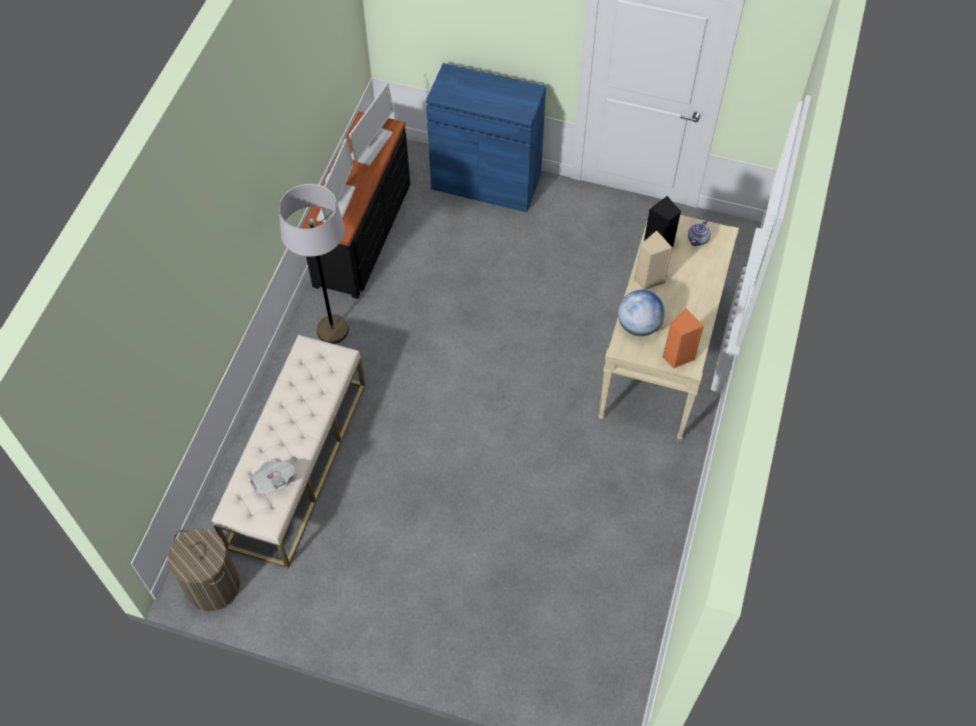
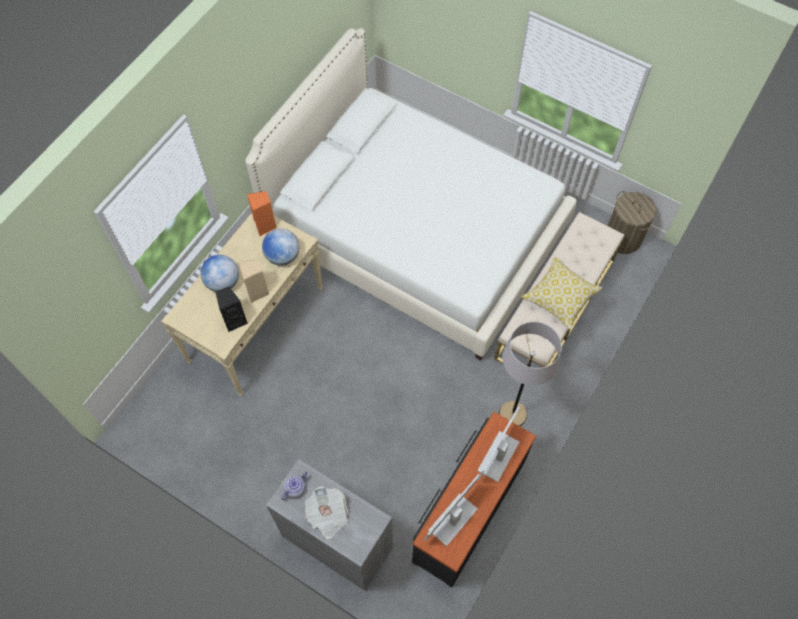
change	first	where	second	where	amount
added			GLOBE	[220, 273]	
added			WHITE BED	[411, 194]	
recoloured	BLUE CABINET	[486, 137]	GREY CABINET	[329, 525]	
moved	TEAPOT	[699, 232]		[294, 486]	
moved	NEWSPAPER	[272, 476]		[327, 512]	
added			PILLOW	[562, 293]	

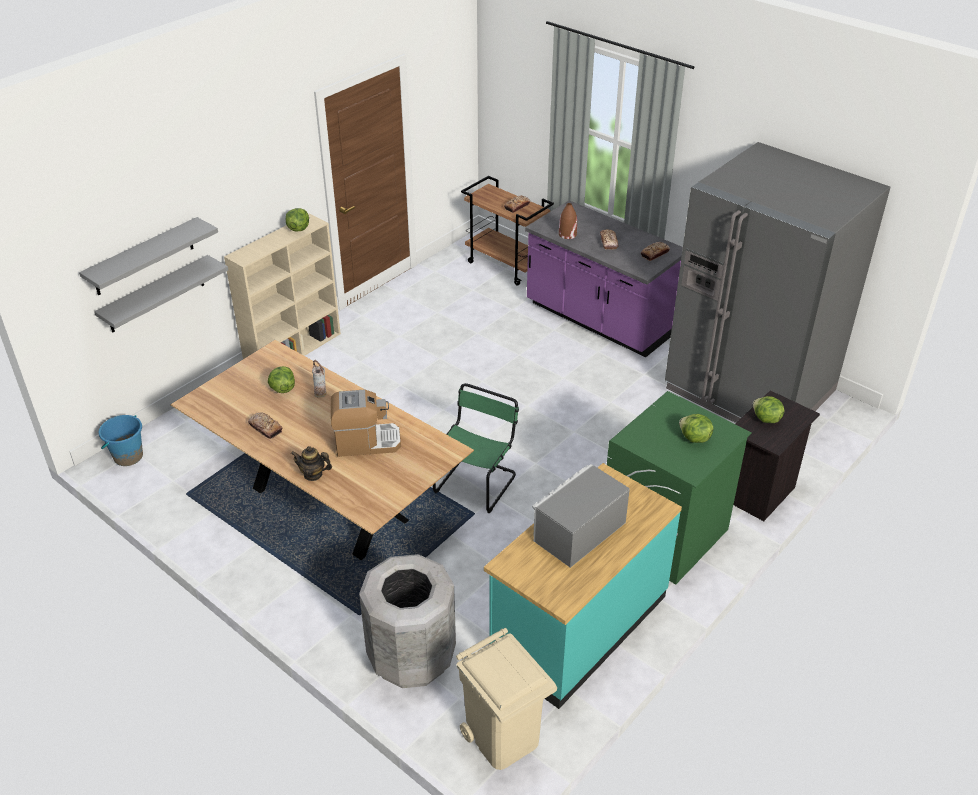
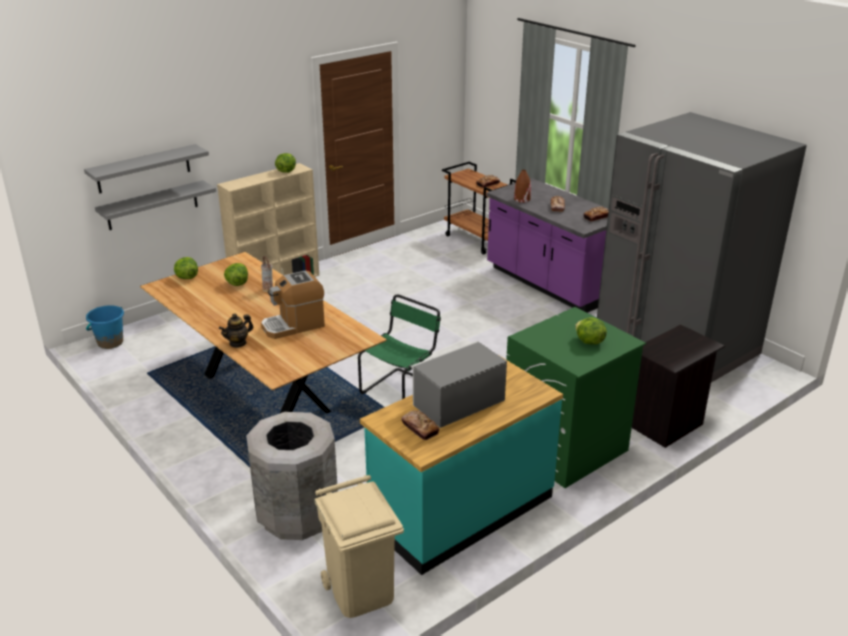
change	first	where	second	where	amount
moved	LETTUCE	[769, 409]		[186, 268]	
turned	TEAPOT	[311, 463]		[236, 331]	60 degrees counterclockwise
turned	COFFEE MACHINE	[366, 423]		[293, 304]	150 degrees clockwise
moved	BREAD	[265, 426]		[420, 425]	

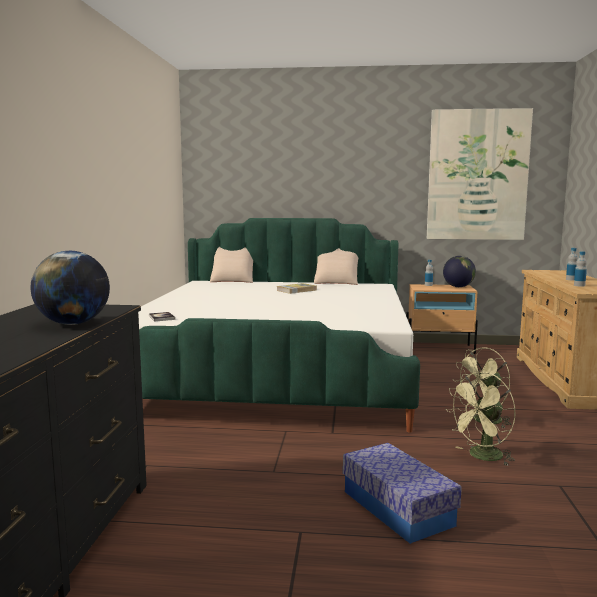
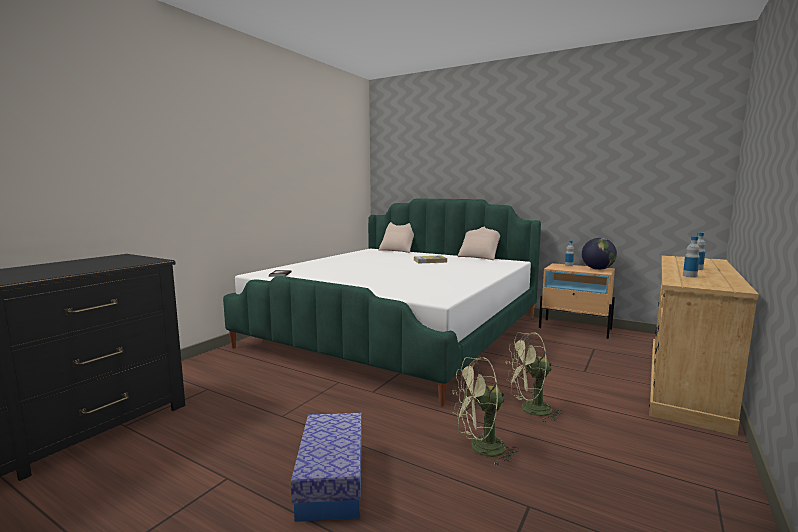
change	first	where	second	where	amount
removed	GLOBE	[70, 288]			
removed	PICTURE	[480, 174]			

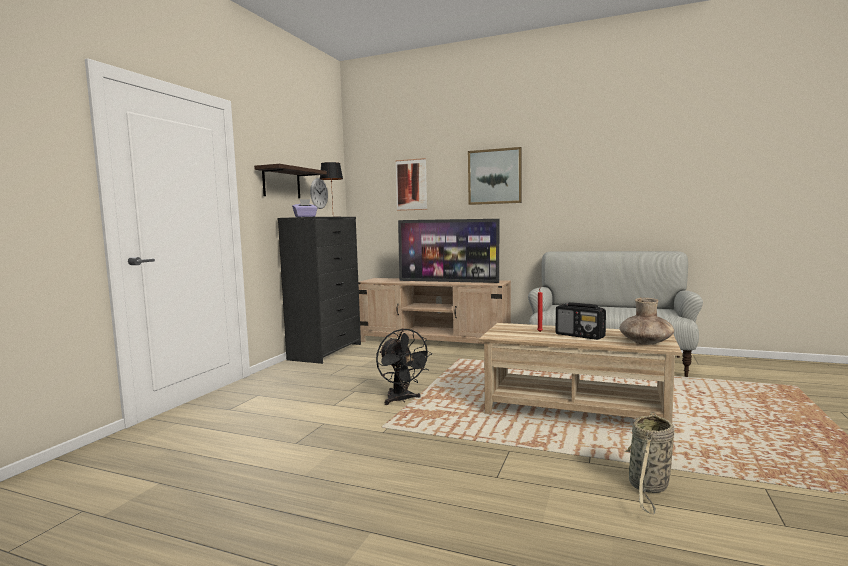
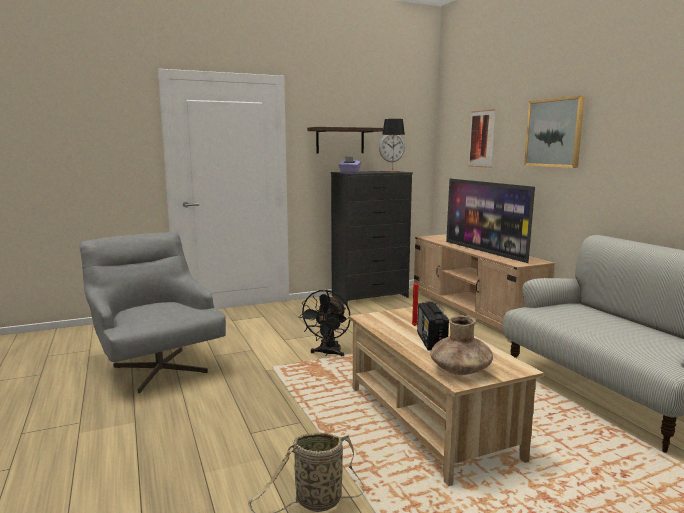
change	first	where	second	where	amount
added			GREY ARMCHAIR	[153, 312]	

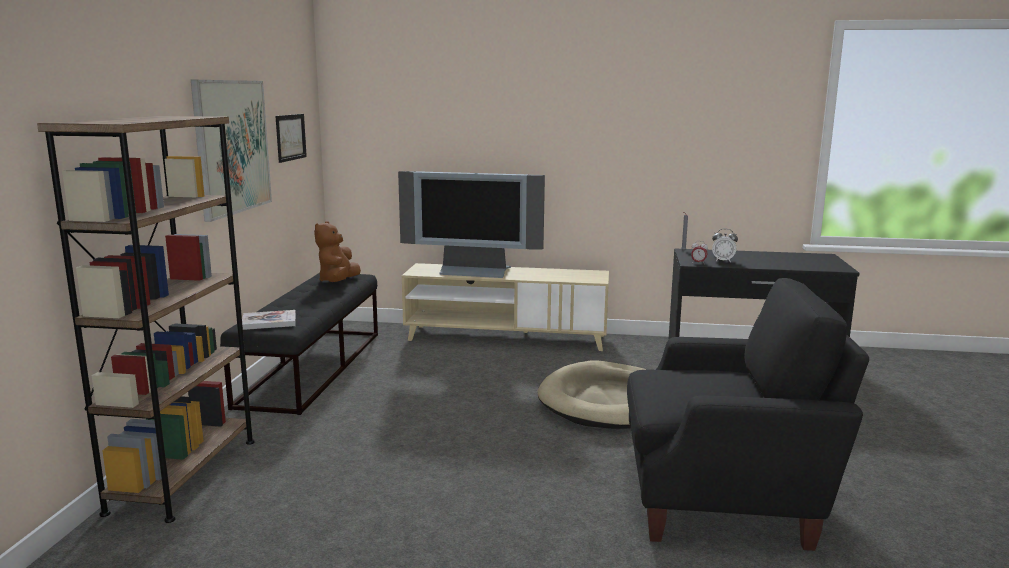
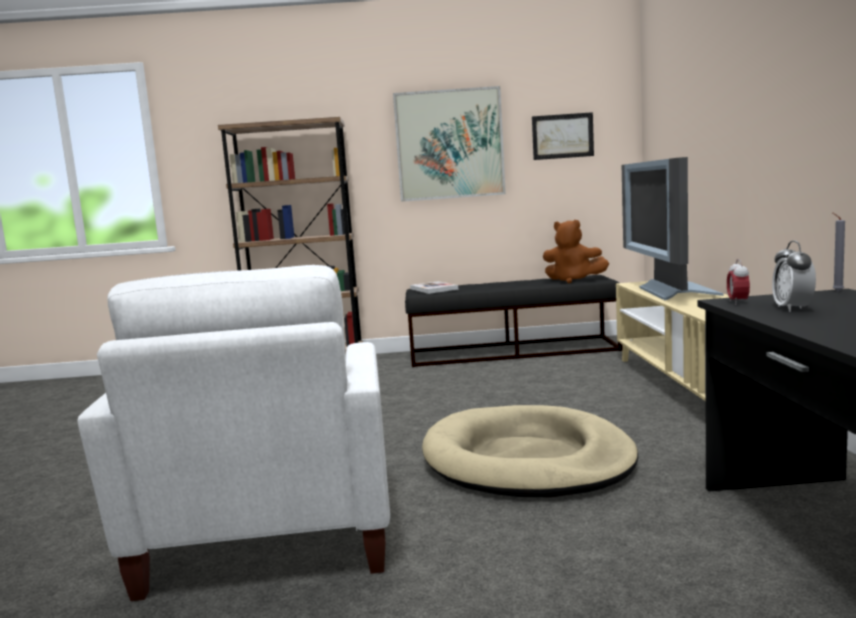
change	first	where	second	where	amount
recoloured	BLACK ARMCHAIR	[748, 414]	WHITE ARMCHAIR	[233, 433]	
turned	BROWN PLUSH TOY	[337, 251]		[576, 251]	150 degrees counterclockwise

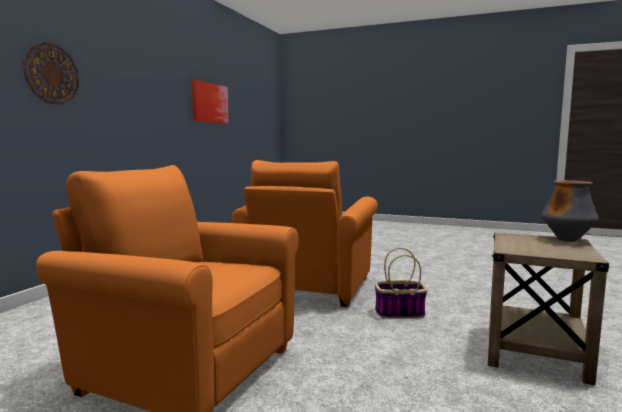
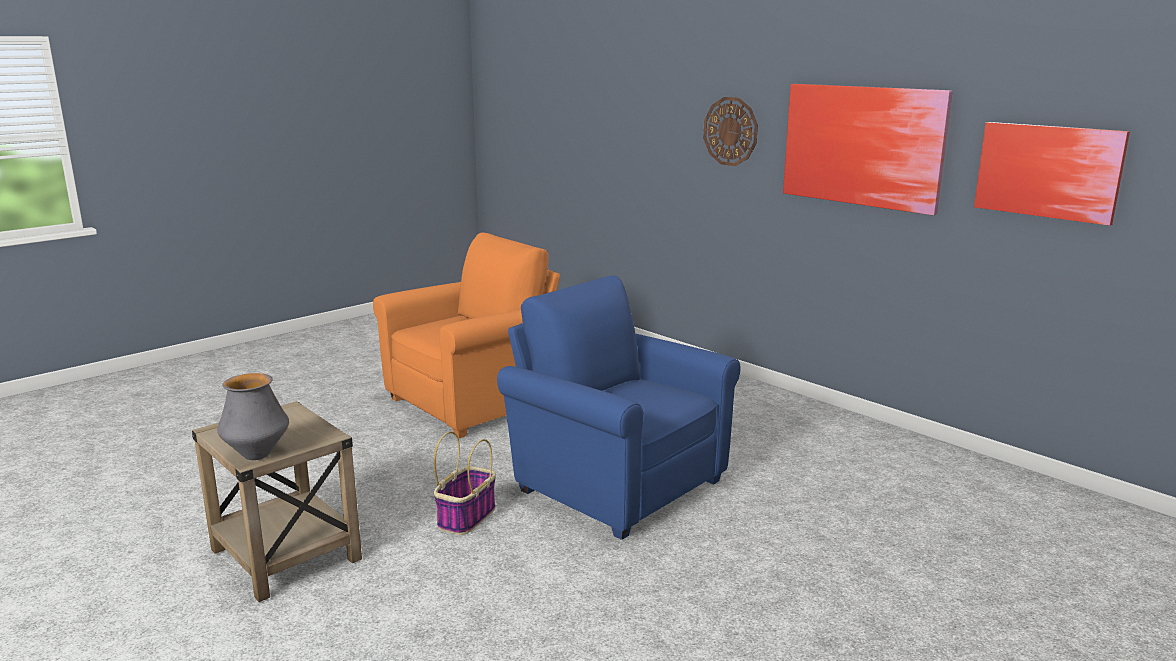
change	first	where	second	where	amount
recoloured	ORANGE ARMCHAIR	[304, 233]	BLUE ARMCHAIR	[619, 407]	
added			PICTURE	[868, 149]	

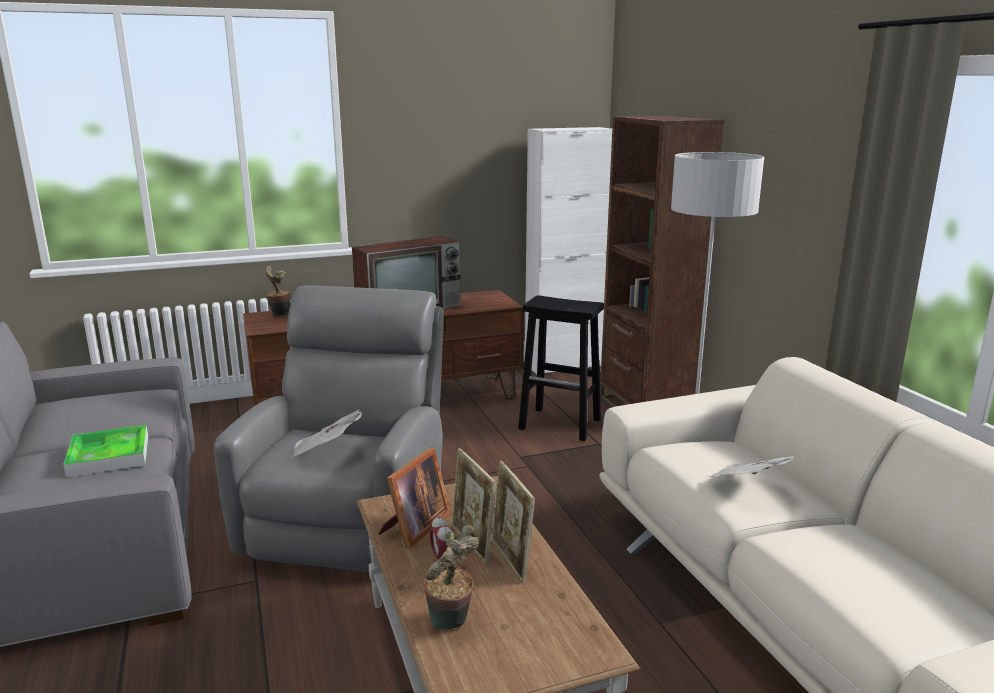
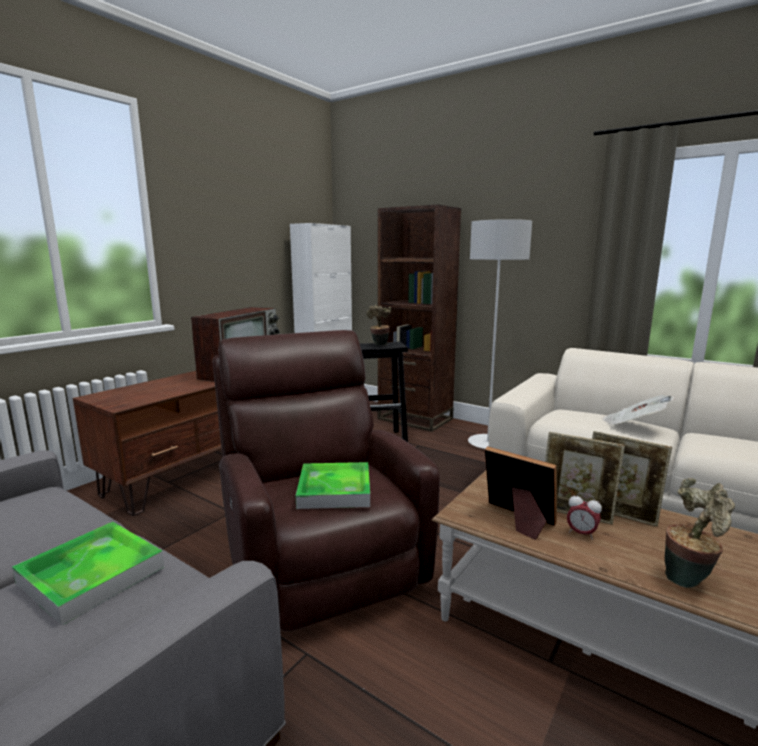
change	first	where	second	where	amount
recoloured	GREY ARMCHAIR	[329, 428]	BROWN ARMCHAIR	[326, 480]	
replaced	NEWSPAPER	[326, 434]	TRAY	[333, 485]	
moved	POTTED PLANT	[278, 291]		[378, 325]	
turned	PICTURE FRAME	[415, 498]		[521, 493]	45 degrees counterclockwise

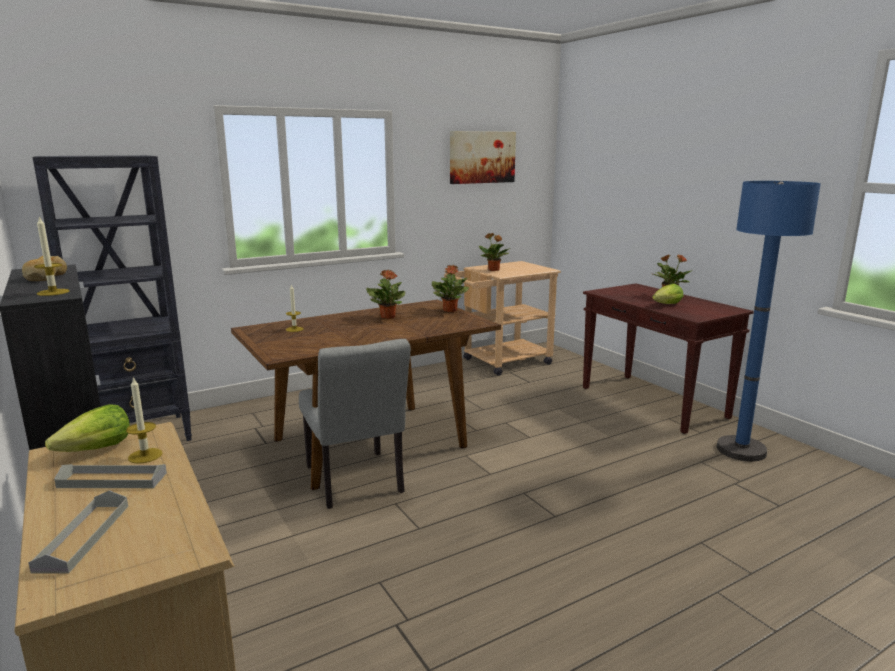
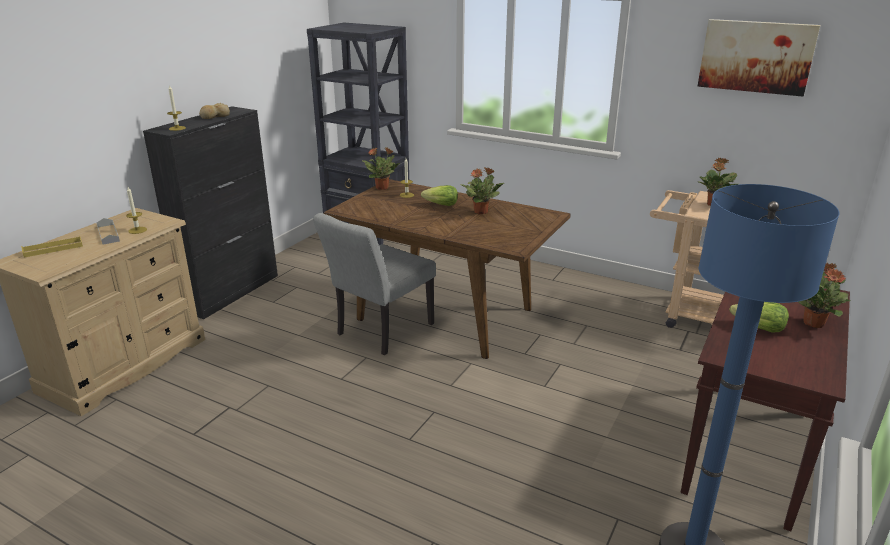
change	first	where	second	where	amount
recoloured	GREY TRAY	[78, 531]	YELLOW TRAY	[52, 246]	
moved	POTTED PLANT	[450, 288]		[381, 169]	
moved	LETTUCE	[87, 428]		[439, 195]	

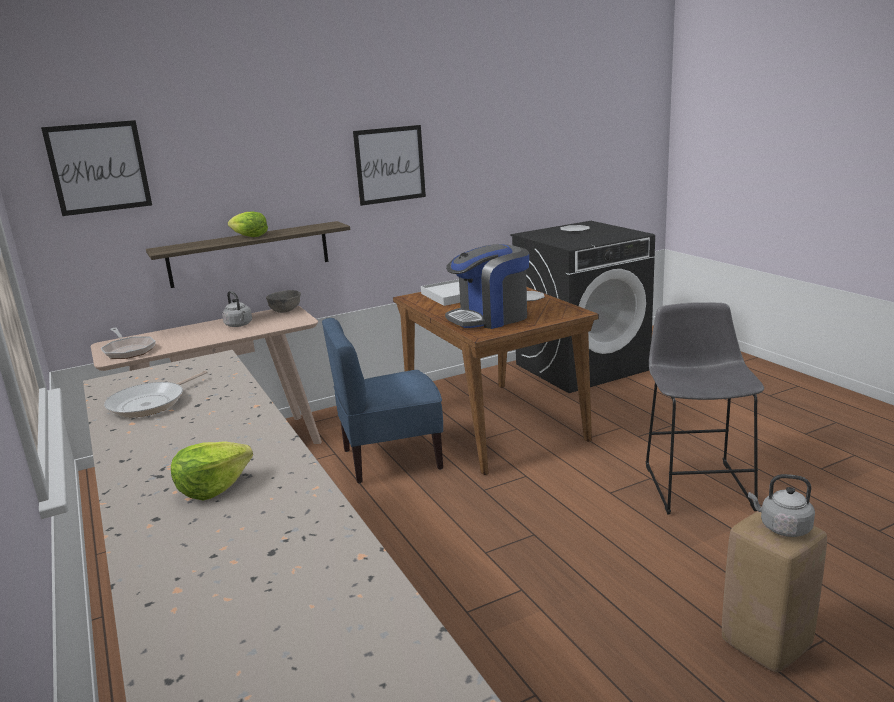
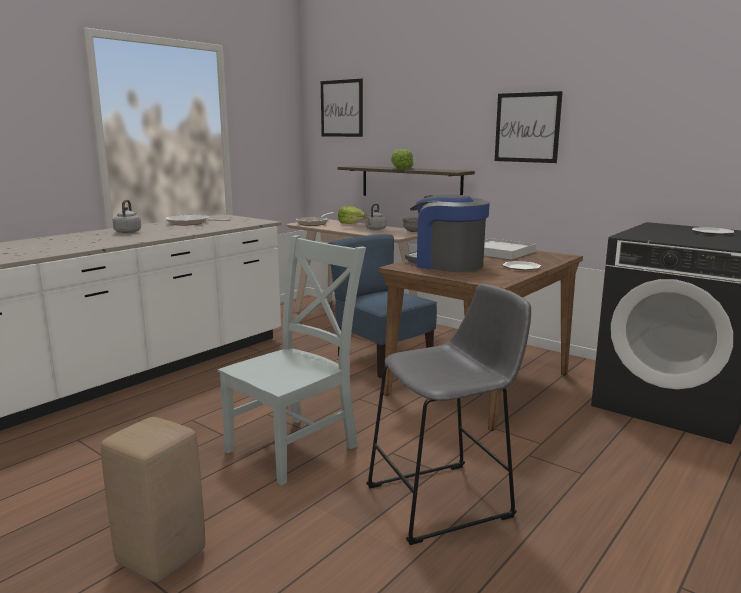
change	first	where	second	where	amount
moved	GREY KETTLE	[781, 505]		[127, 216]	
added			GREY CHAIR	[292, 360]	
moved	LETTUCE	[212, 471]		[352, 215]	

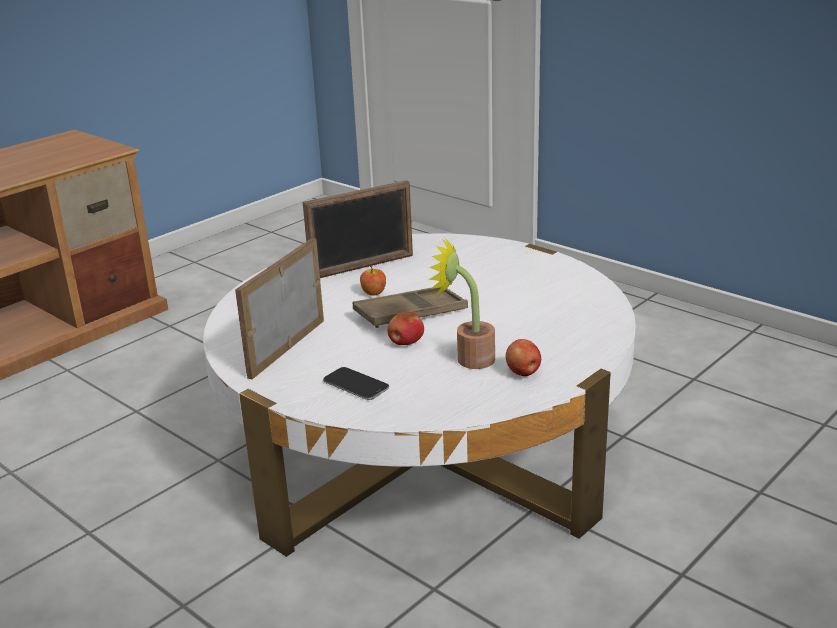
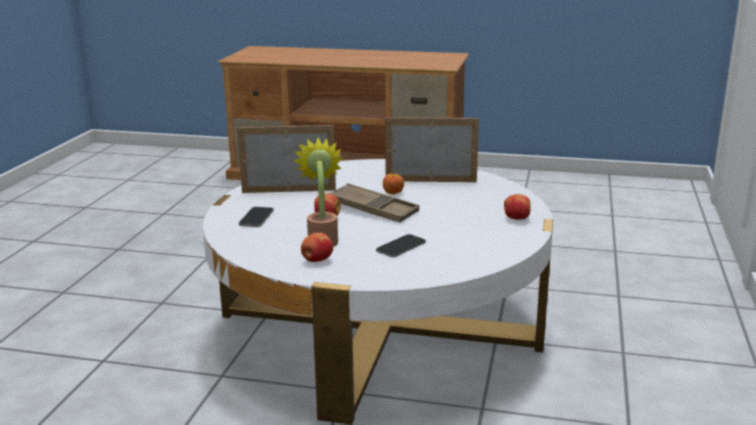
change	first	where	second	where	amount
added			PHONE	[401, 245]	
turned	PICTURE FRAME	[358, 229]		[432, 149]	150 degrees clockwise
added			APPLE	[517, 207]	

